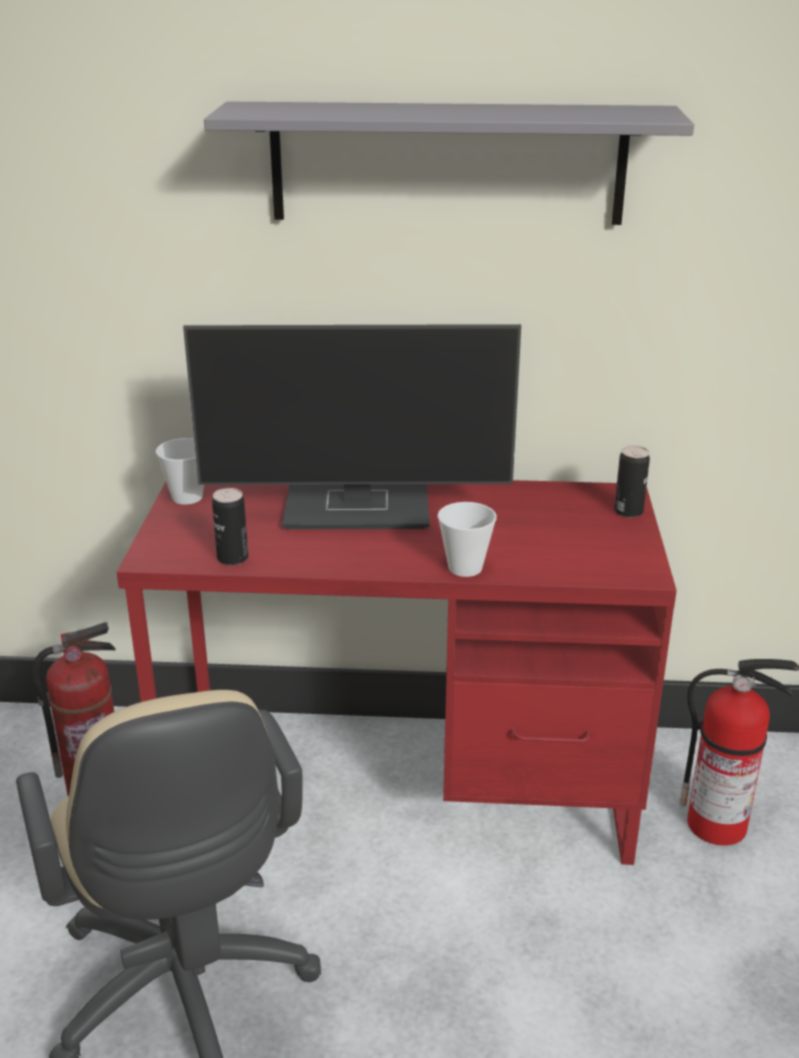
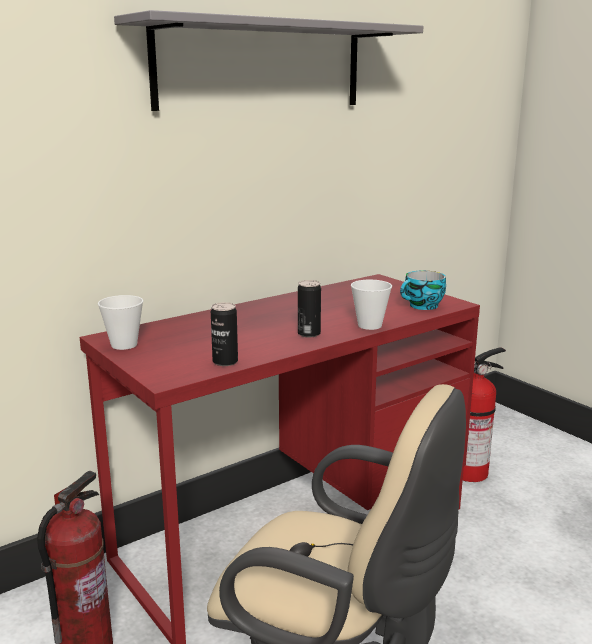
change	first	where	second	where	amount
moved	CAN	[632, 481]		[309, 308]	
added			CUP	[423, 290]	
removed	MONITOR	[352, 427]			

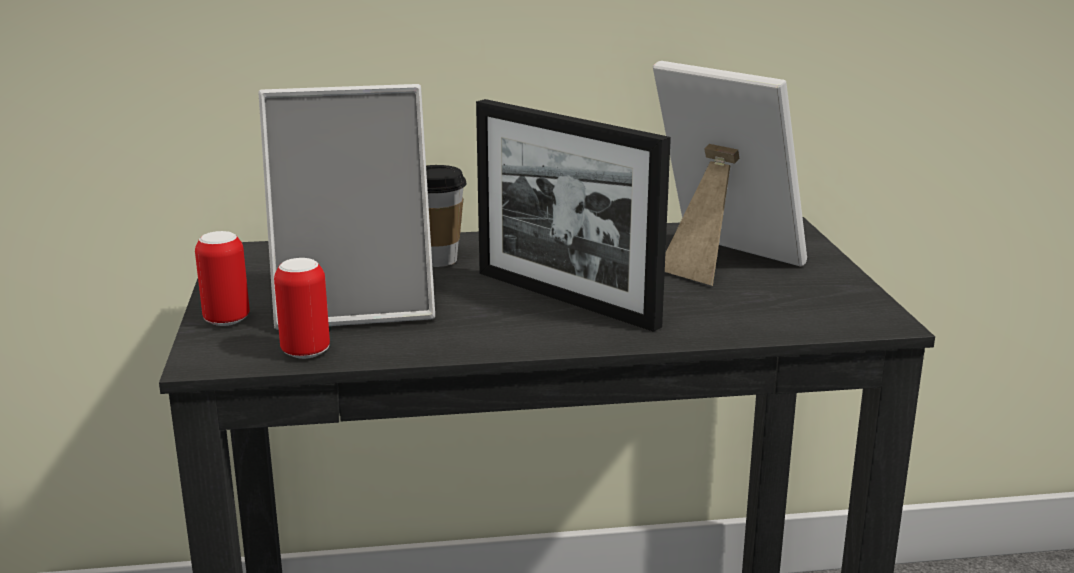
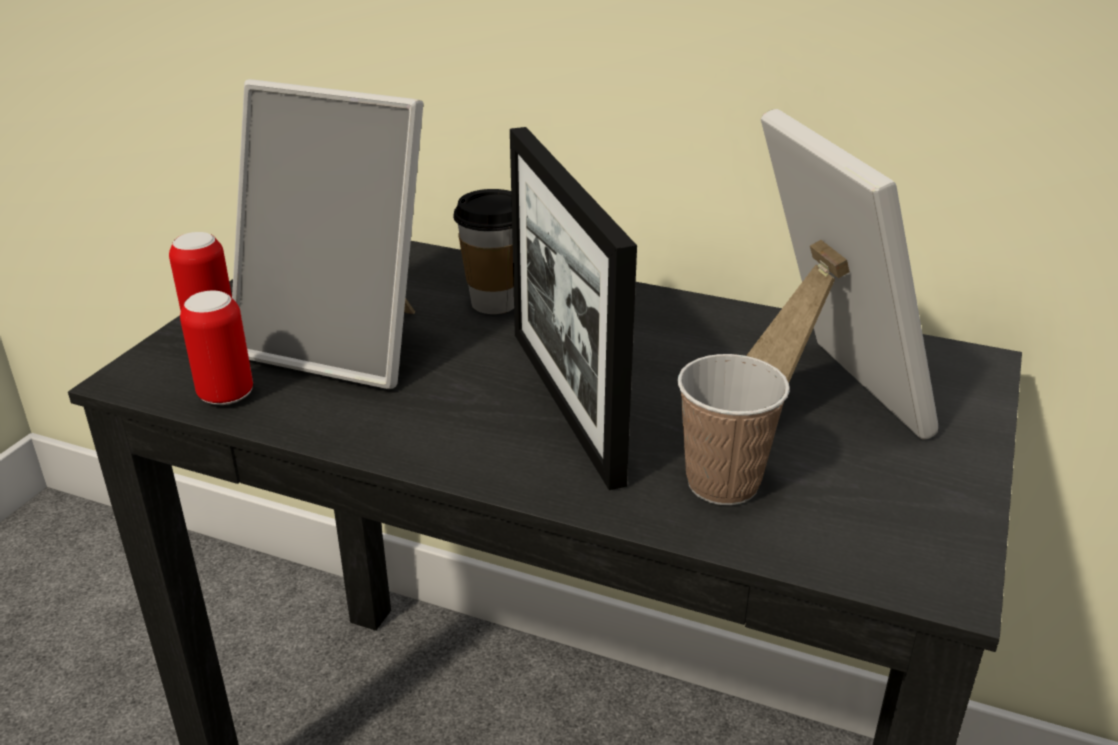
change	first	where	second	where	amount
added			CUP	[734, 429]	

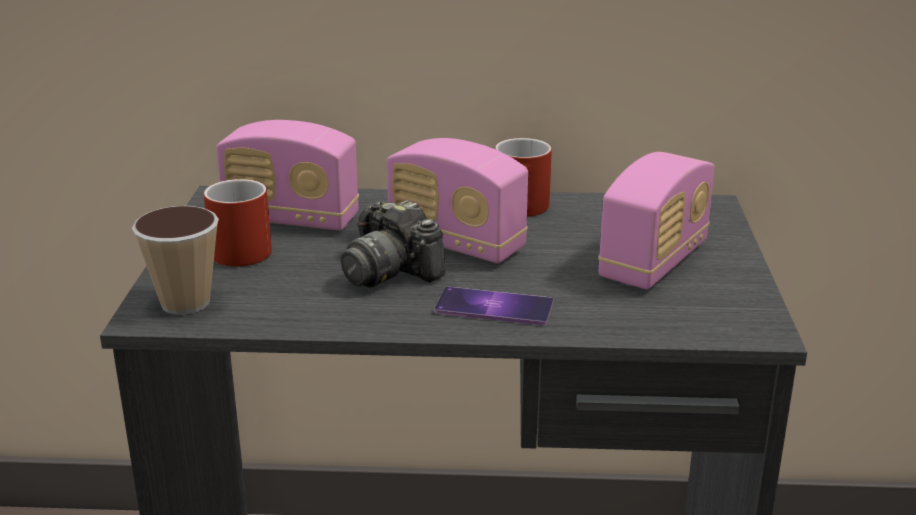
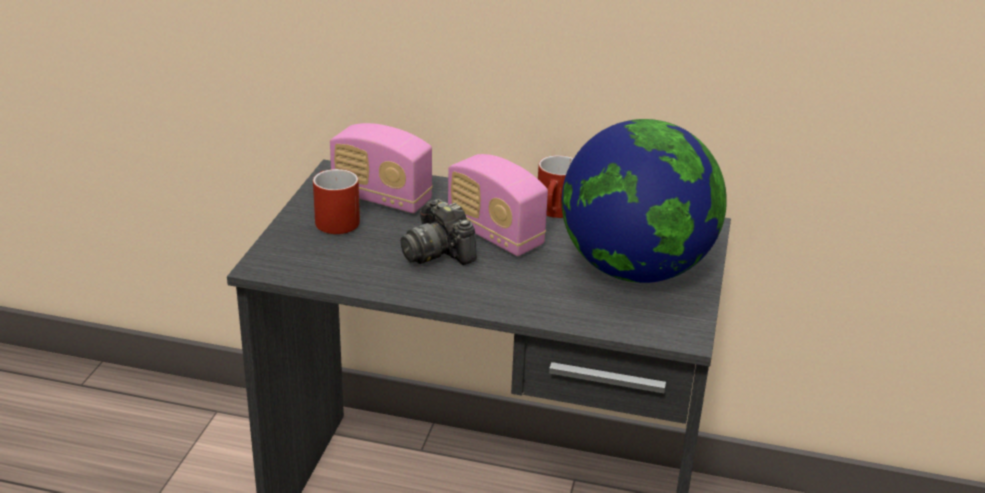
change	first	where	second	where	amount
replaced	RADIO	[656, 220]	GLOBE	[644, 201]	
removed	CUP	[175, 260]			
removed	PHONE	[493, 306]			

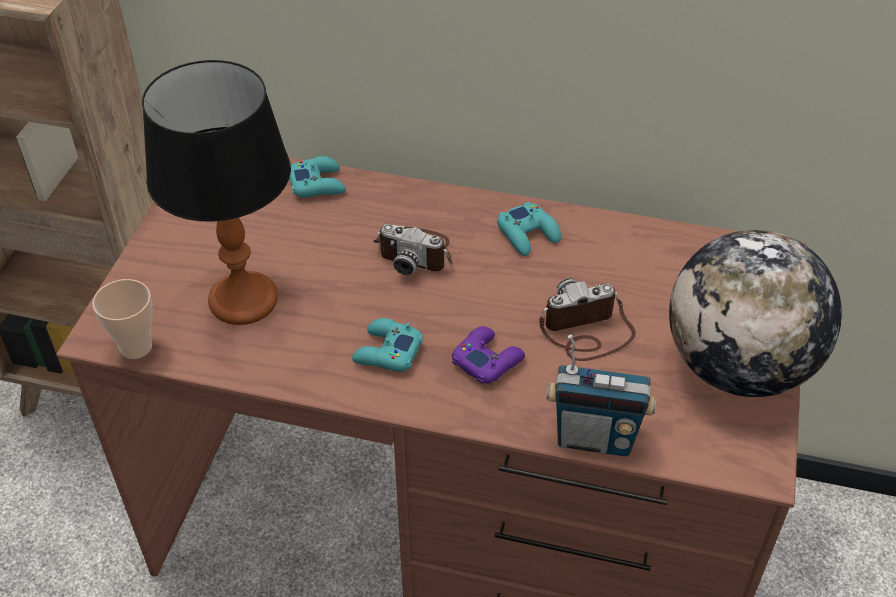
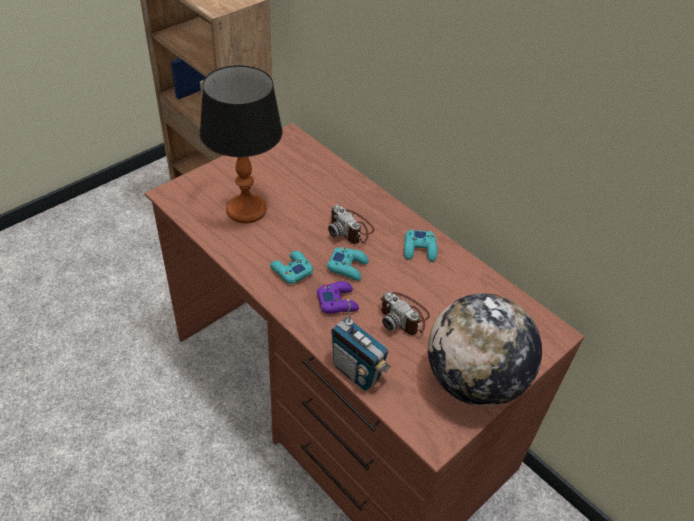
change	first	where	second	where	amount
moved	TURQUOISE GAME CONTROLLER	[318, 177]		[348, 264]	
turned	PHOTO CAMERA	[587, 319]		[404, 313]	150 degrees counterclockwise
removed	CUP	[122, 319]			

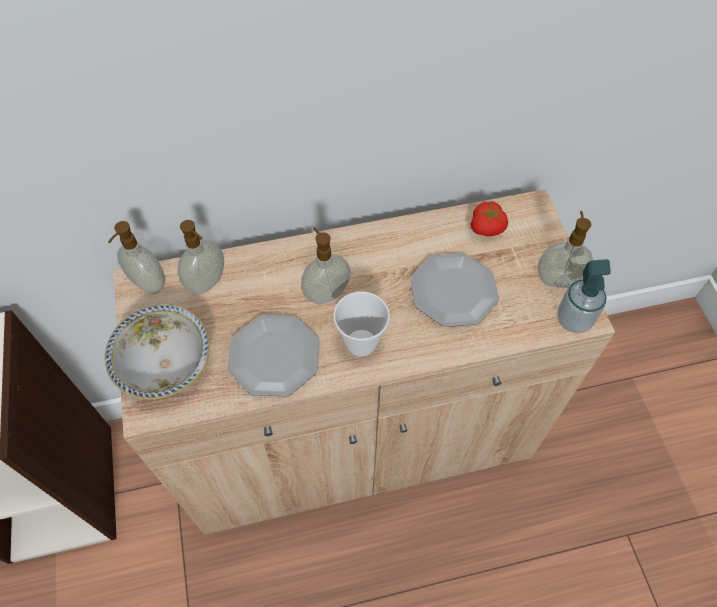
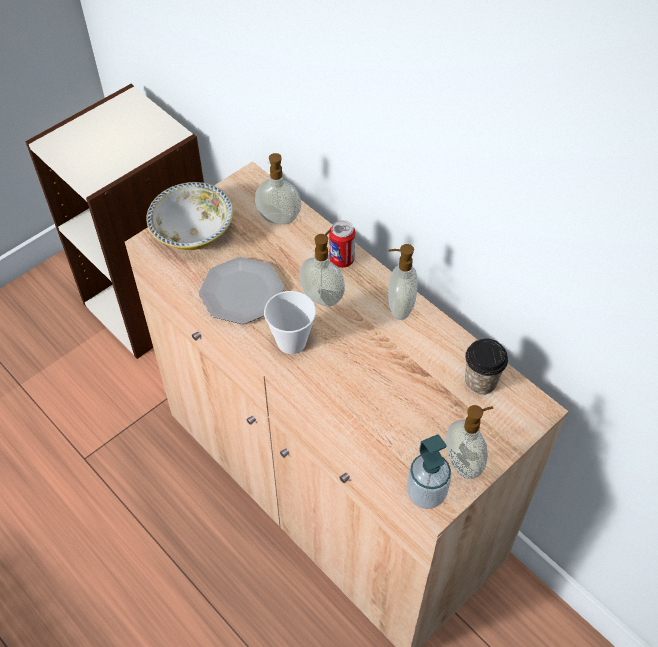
change	first	where	second	where	amount
added			CAN	[342, 244]	
moved	SOAP DISPENSER	[136, 257]		[403, 282]	
replaced	TOMATO	[489, 218]	CUP	[486, 367]	
removed	PLATE	[454, 290]			

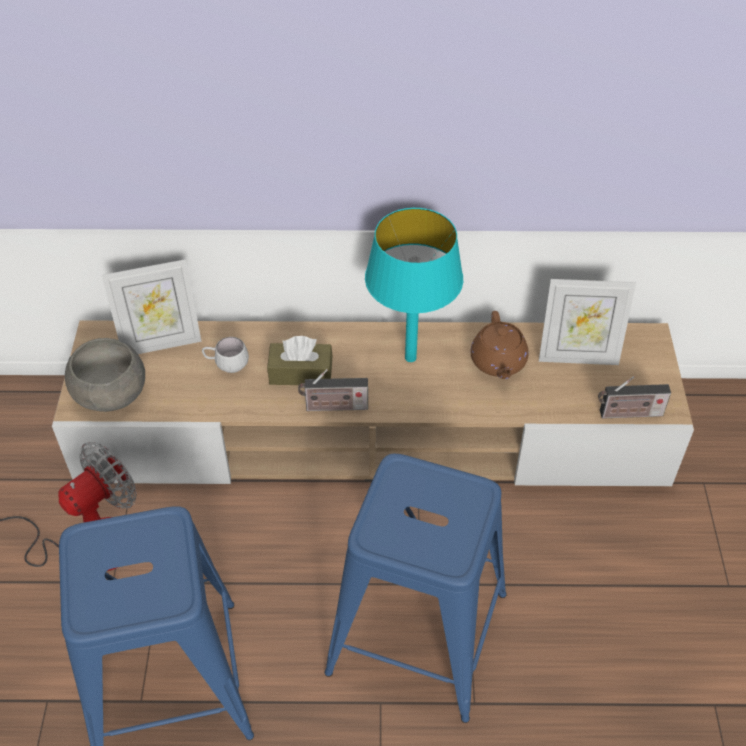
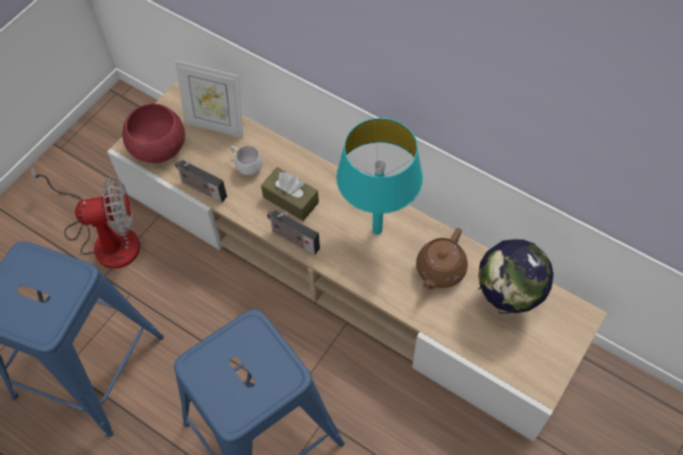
change	first	where	second	where	amount
recoloured	GREY BOWL	[105, 375]	RED BOWL	[153, 133]	
moved	RADIO	[634, 397]		[201, 181]	
replaced	PICTURE FRAME	[587, 322]	GLOBE	[516, 276]	

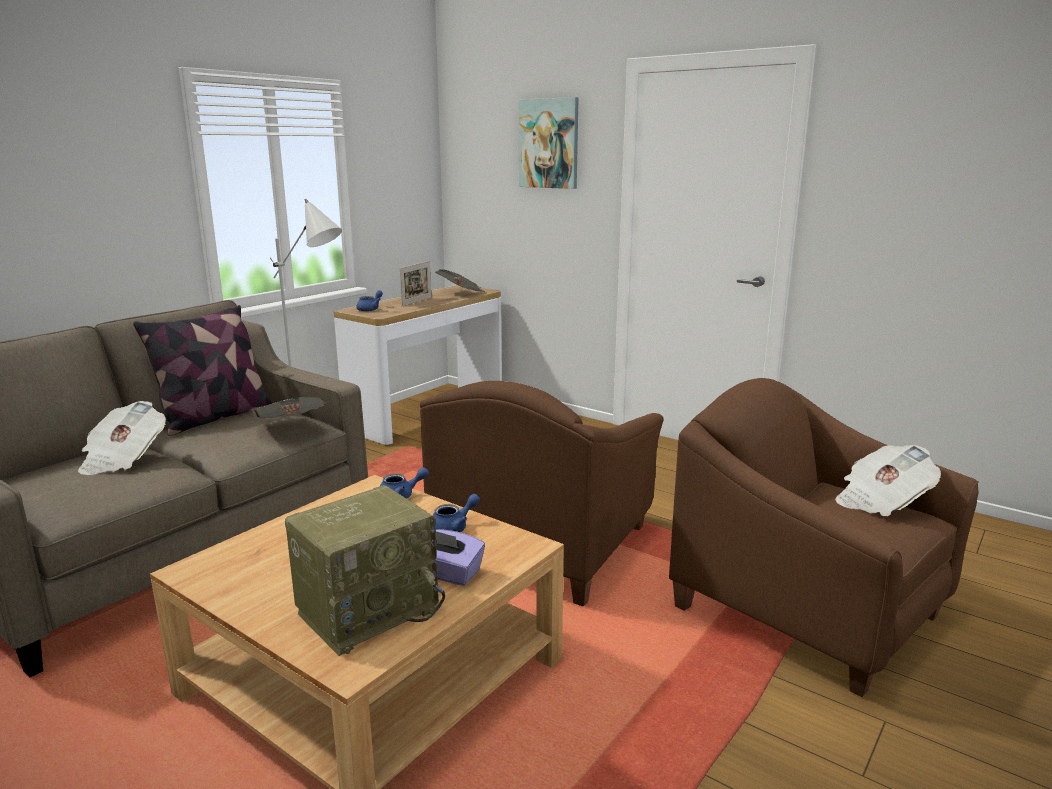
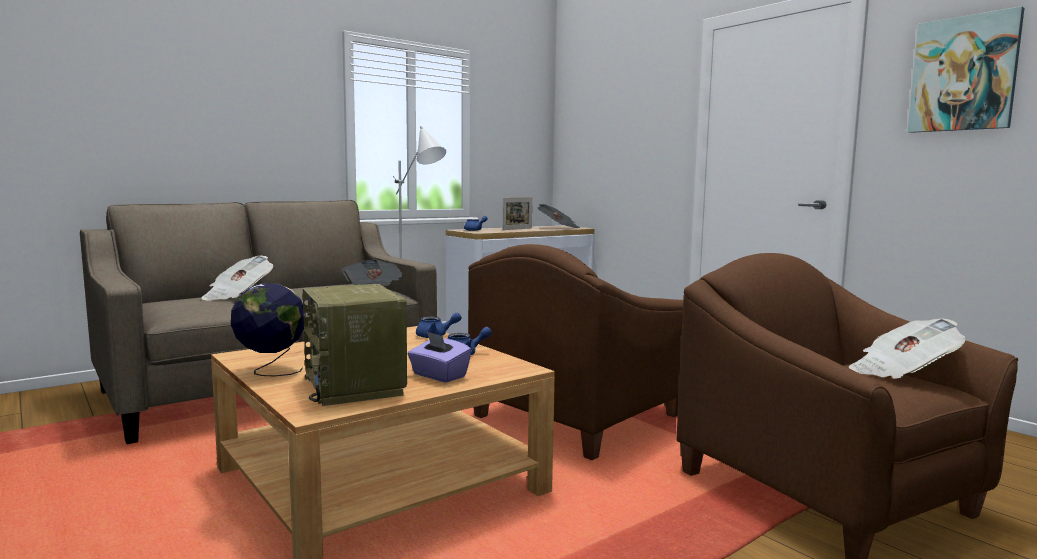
change	first	where	second	where	amount
added			GLOBE	[268, 329]	
turned	RADIO	[365, 570]		[355, 345]	90 degrees clockwise
moved	PICTURE	[548, 143]		[966, 69]	
removed	PILLOW	[202, 370]			

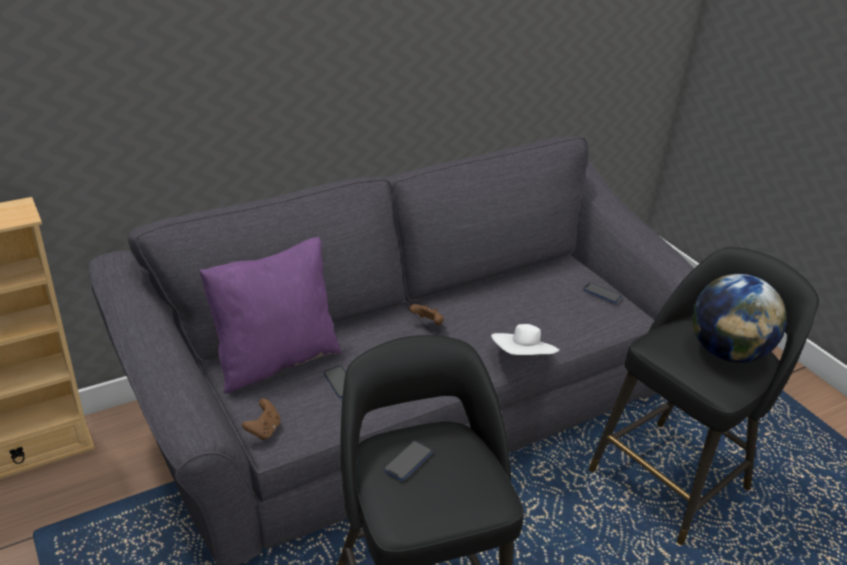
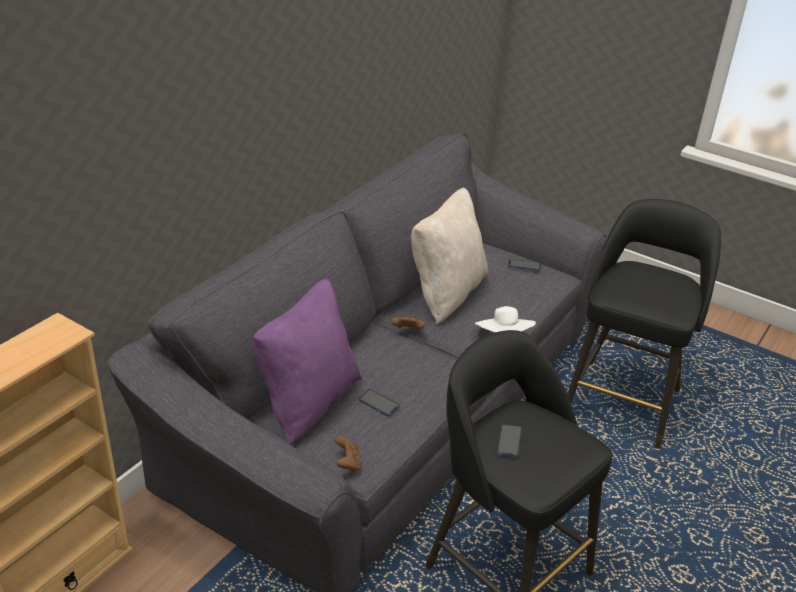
change	first	where	second	where	amount
added			BEIGE PILLOW	[450, 255]	
removed	GLOBE	[739, 318]			

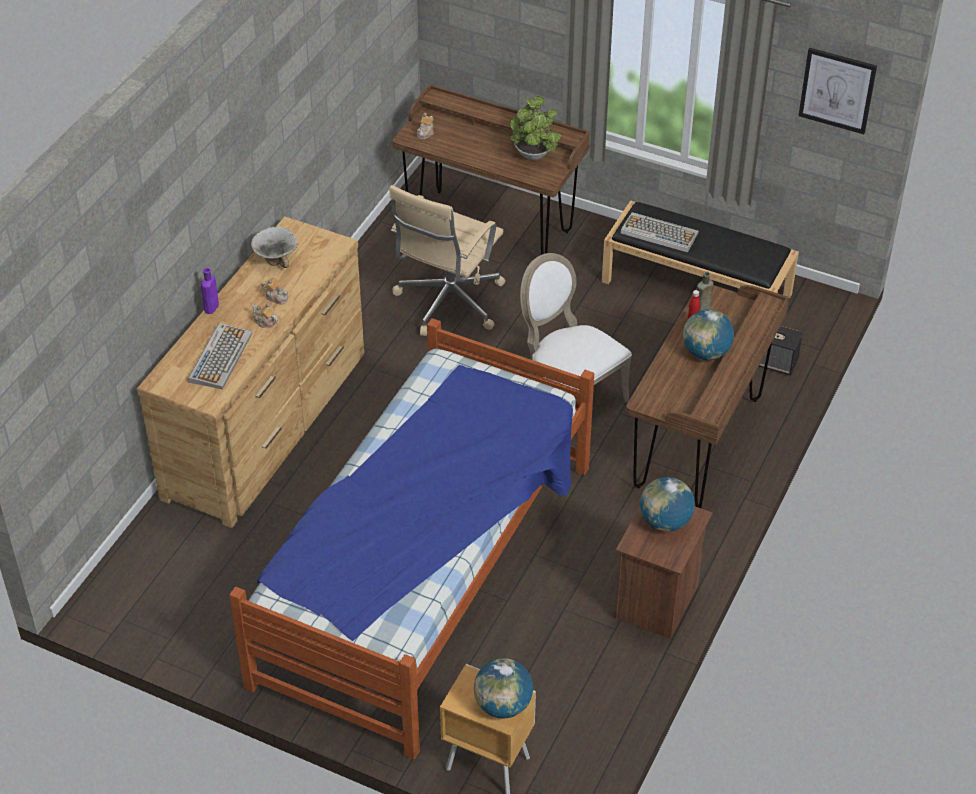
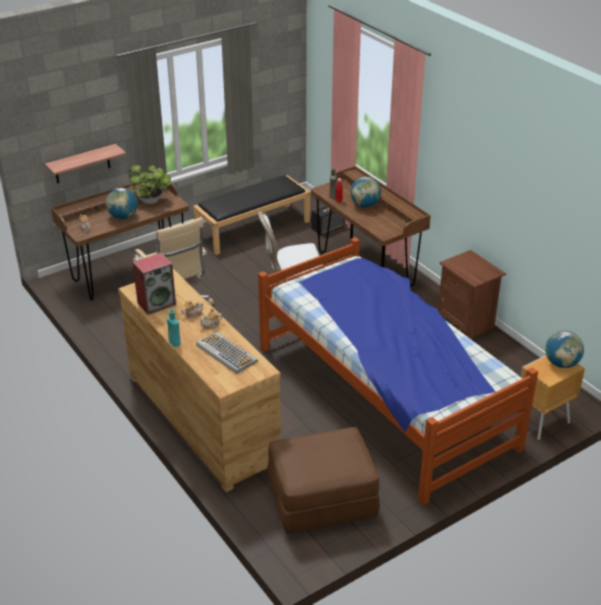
change	first	where	second	where	amount
added			SHELF	[85, 163]	
moved	GLOBE	[667, 504]		[122, 203]	
replaced	BOWL	[274, 247]	SPEAKER	[154, 284]	
recoloured	PURPLE BOTTLE	[210, 291]	TURQUOISE BOTTLE	[174, 328]	
added			BROWN OTTOMAN	[323, 480]	
removed	KEYBOARD	[660, 232]			
removed	PICTURE	[837, 90]			

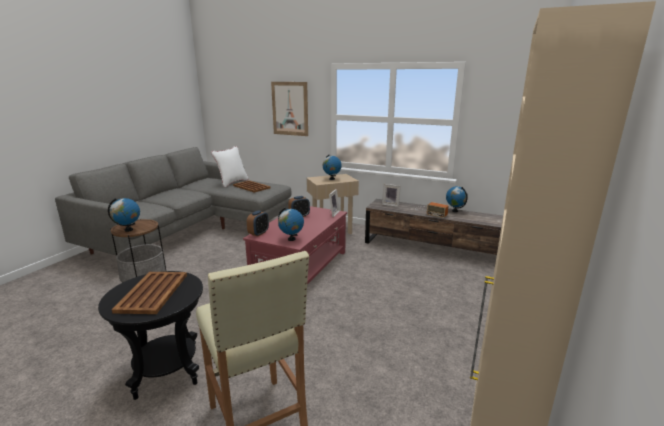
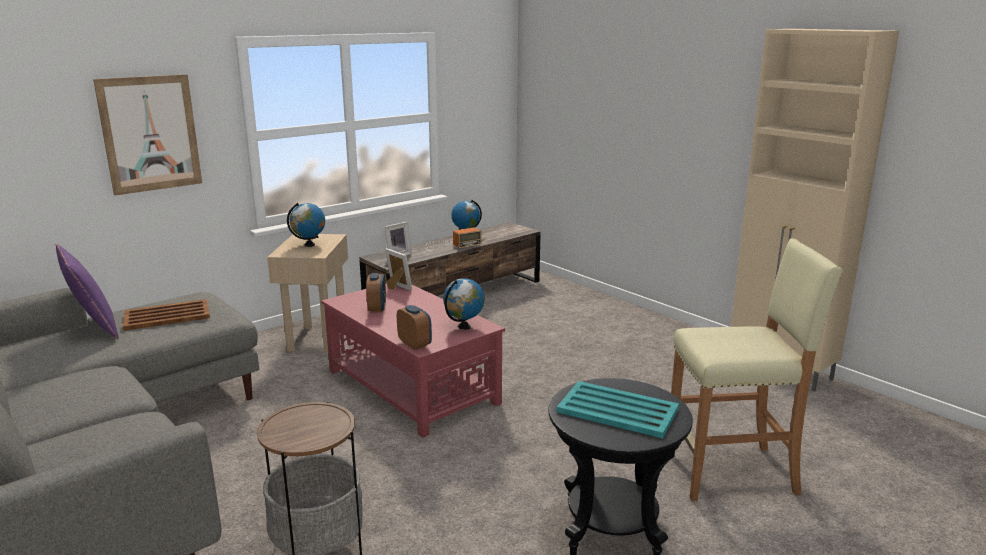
change	first	where	second	where	amount
recoloured	WHITE PILLOW	[230, 166]	PURPLE PILLOW	[86, 291]	
recoloured	BROWN TRAY	[149, 293]	TURQUOISE TRAY	[618, 409]	
removed	GLOBE	[124, 215]			

